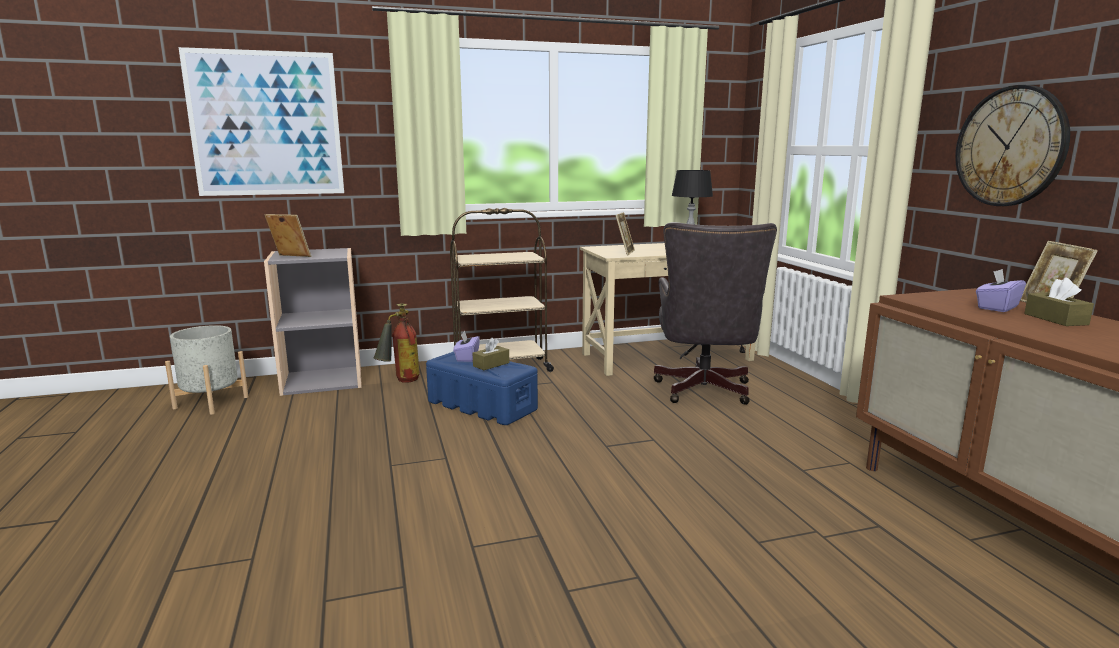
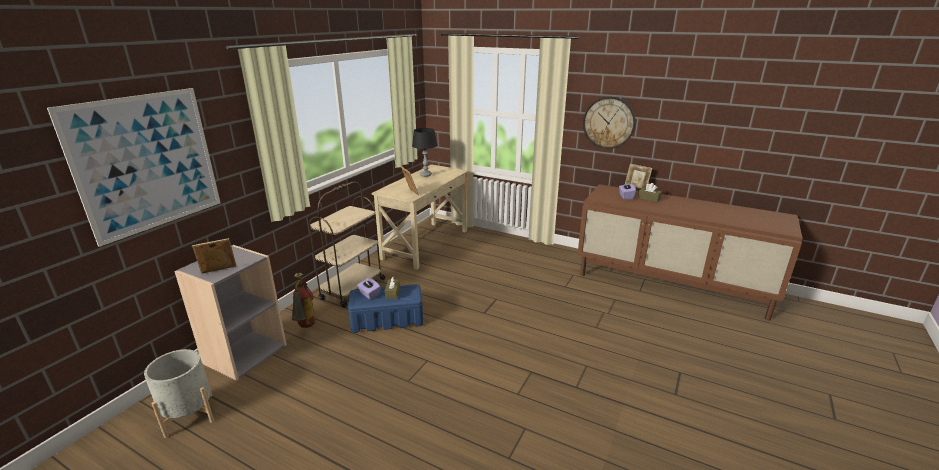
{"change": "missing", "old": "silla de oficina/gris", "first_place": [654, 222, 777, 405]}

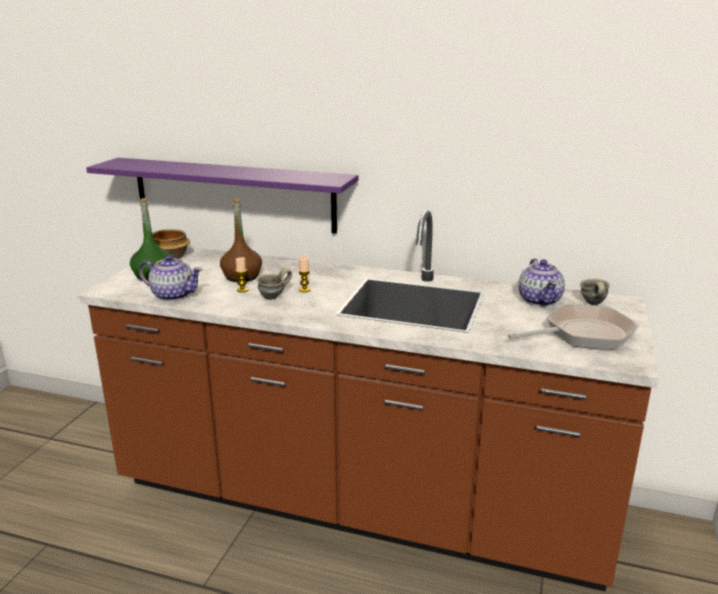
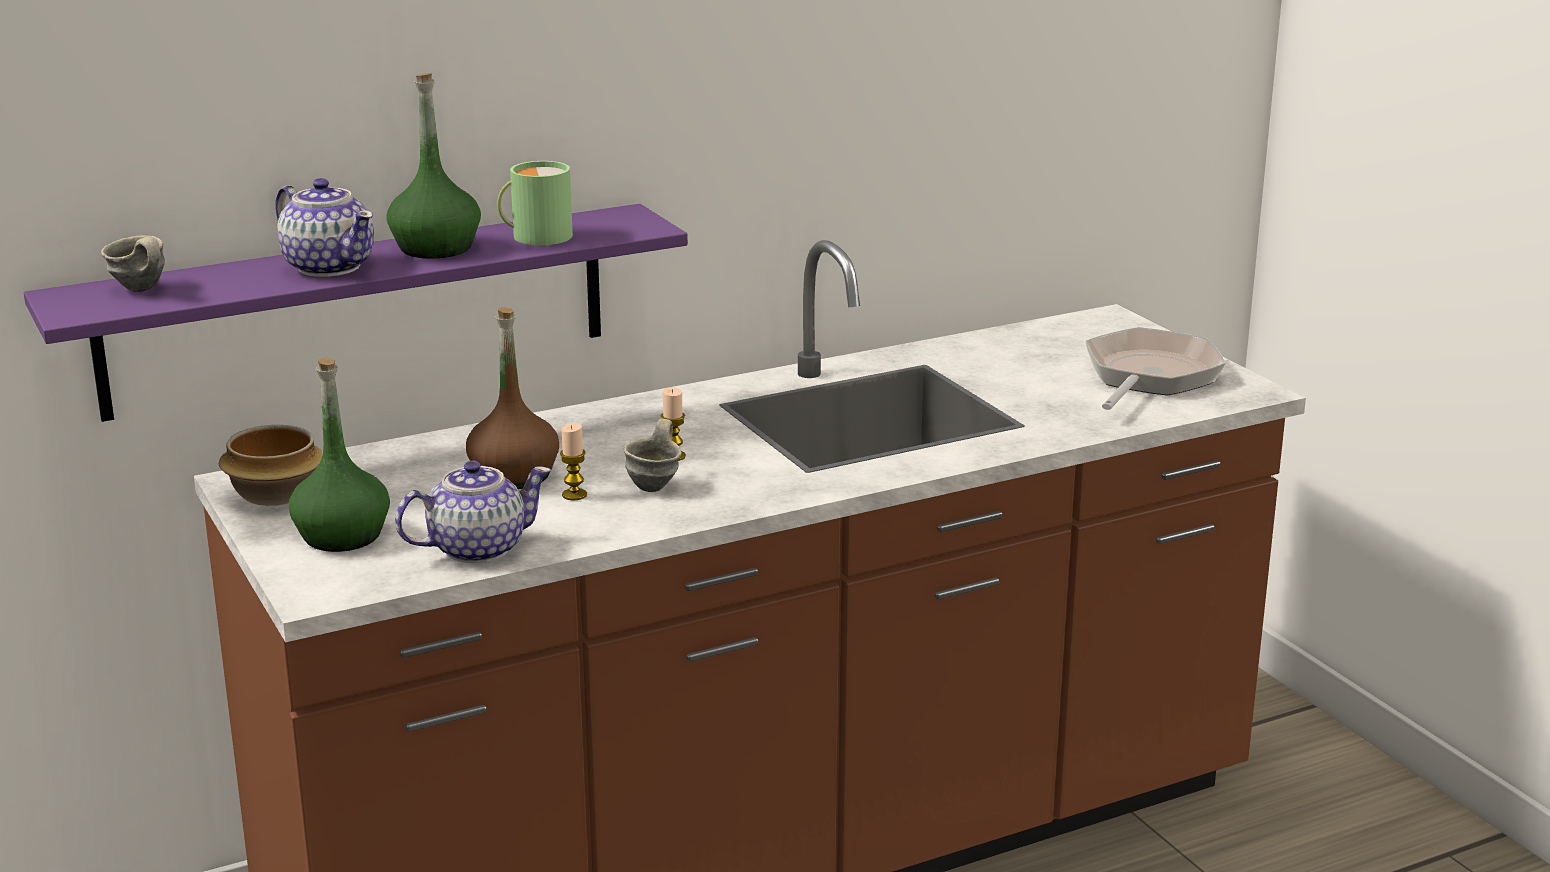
{"change": "relocated", "old": "tetera", "first_place": [518, 258, 565, 306], "second_place": [275, 178, 374, 277]}
{"change": "relocated", "old": "taza grande/gris", "first_place": [580, 279, 610, 305], "second_place": [101, 235, 165, 292]}
{"change": "appeared", "new": "botella/verde", "second_place": [386, 73, 481, 259]}
{"change": "appeared", "new": "taza grande/verde", "second_place": [497, 161, 573, 245]}

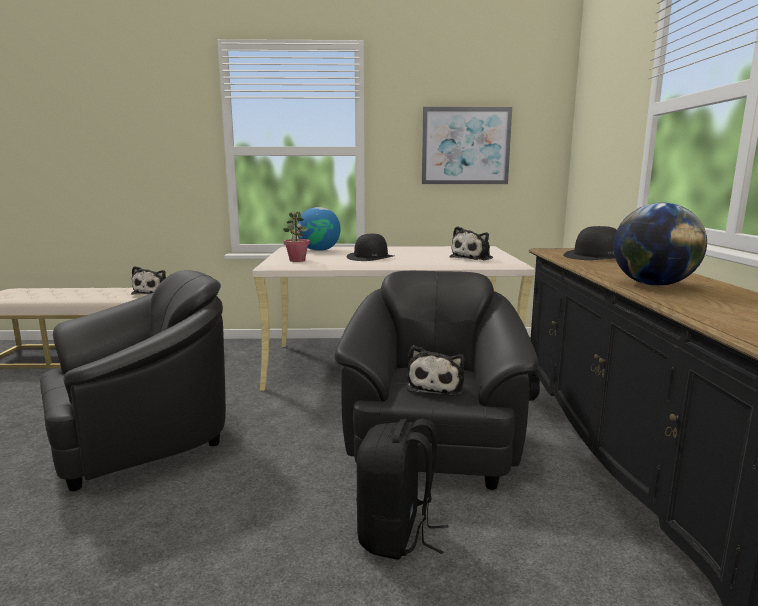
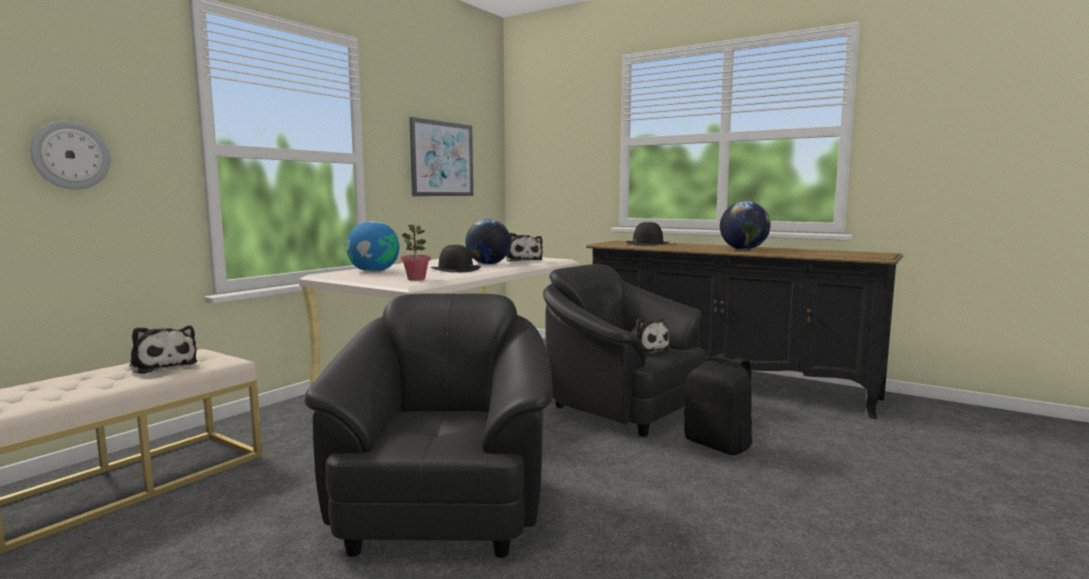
{"change": "appeared", "new": "reloj de pared", "second_place": [30, 121, 110, 190]}
{"change": "appeared", "new": "globo terráqueo", "second_place": [465, 219, 511, 264]}

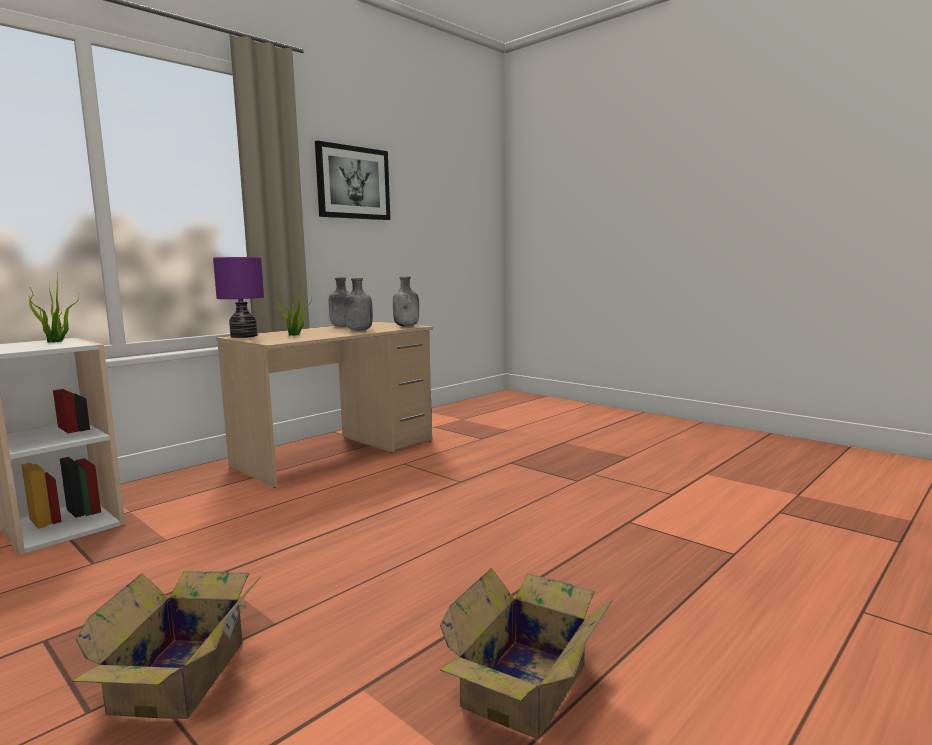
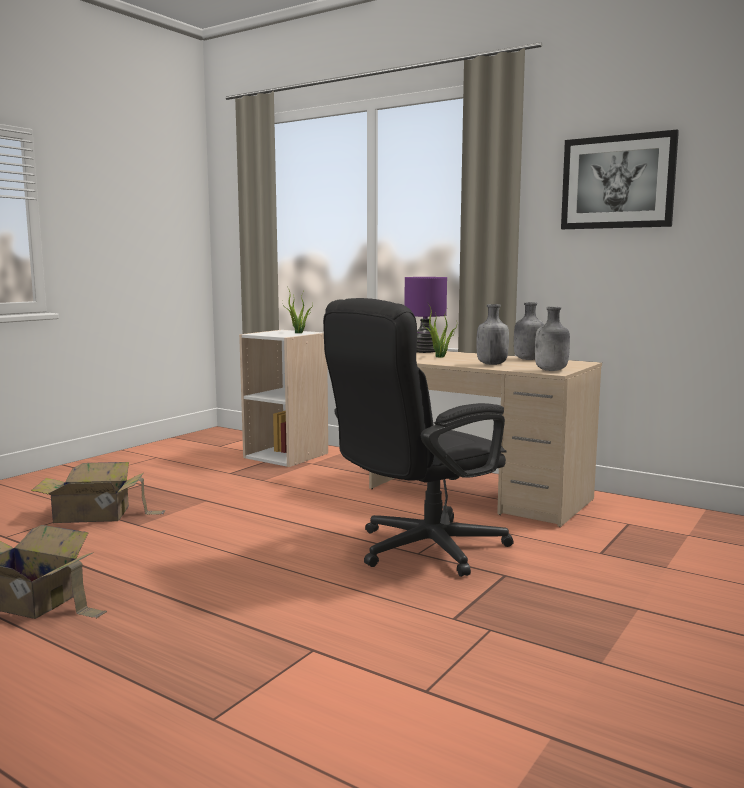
{"change": "appeared", "new": "silla de oficina/negro", "second_place": [323, 298, 514, 577]}

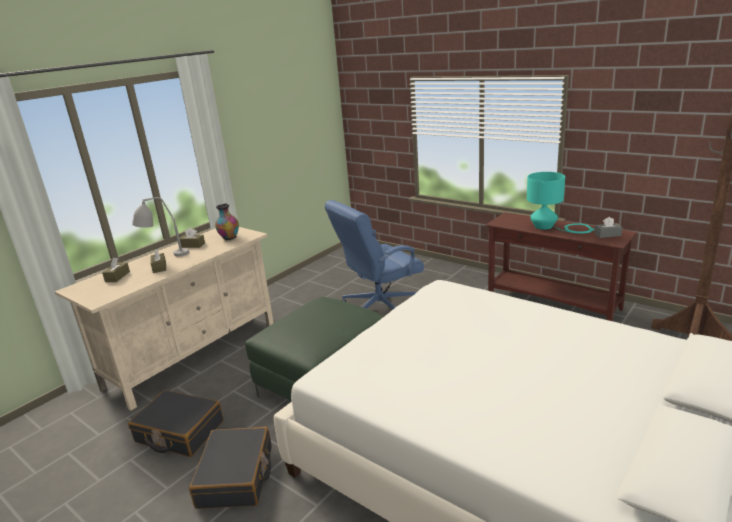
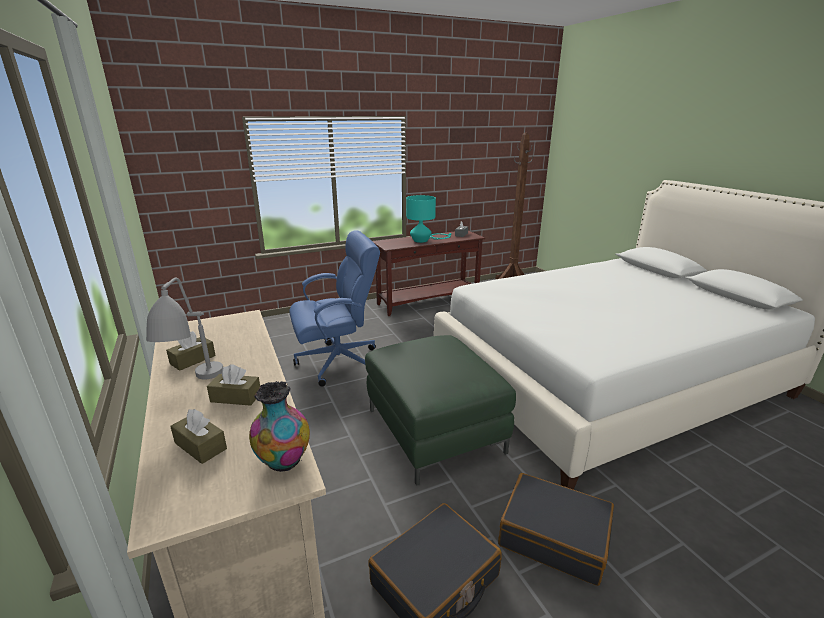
{"change": "relocated", "old": "florero", "first_place": [215, 204, 239, 240], "second_place": [249, 381, 310, 472]}
{"change": "spun", "old": "silla de oficina/azul", "first_place": [325, 200, 424, 310], "second_place": [289, 230, 380, 387], "degrees": -105}

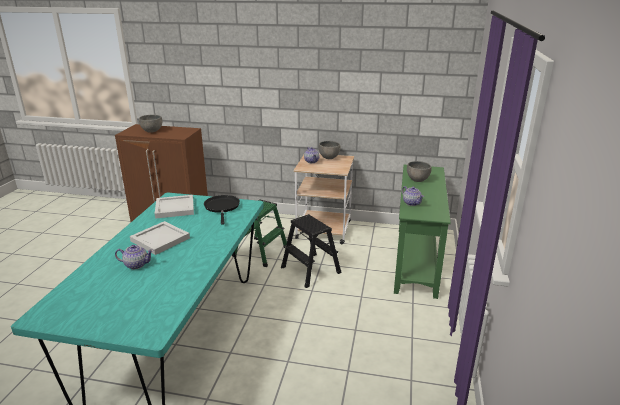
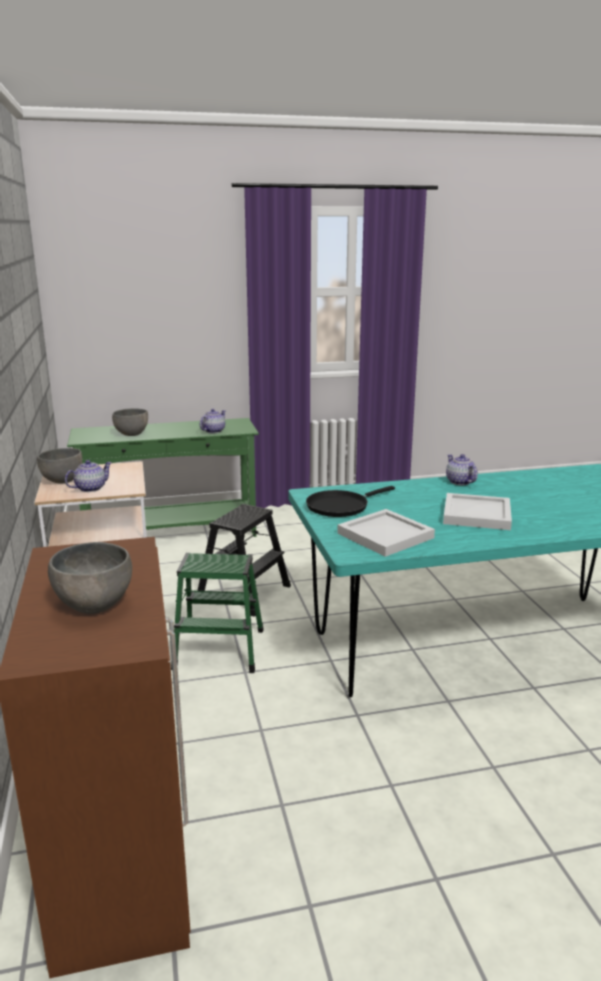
{"change": "relocated", "old": "tetera", "first_place": [115, 245, 154, 269], "second_place": [446, 454, 478, 485]}

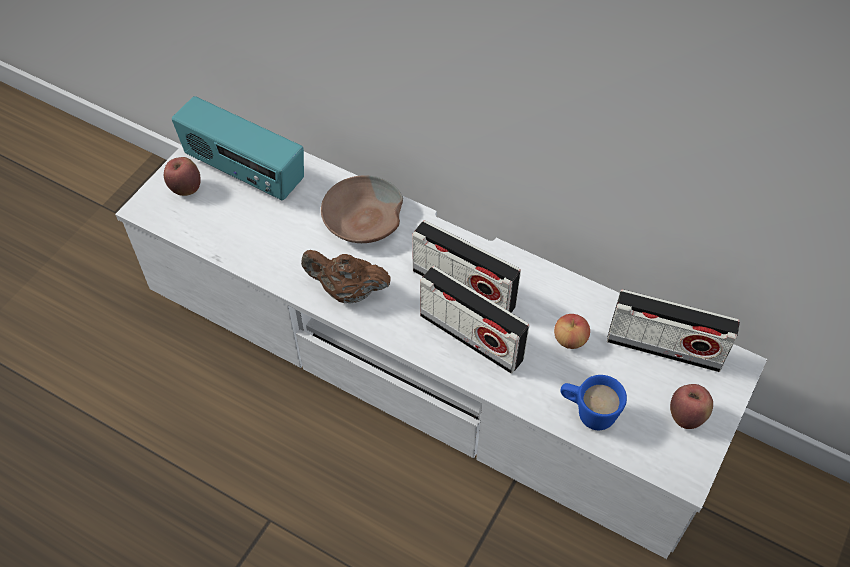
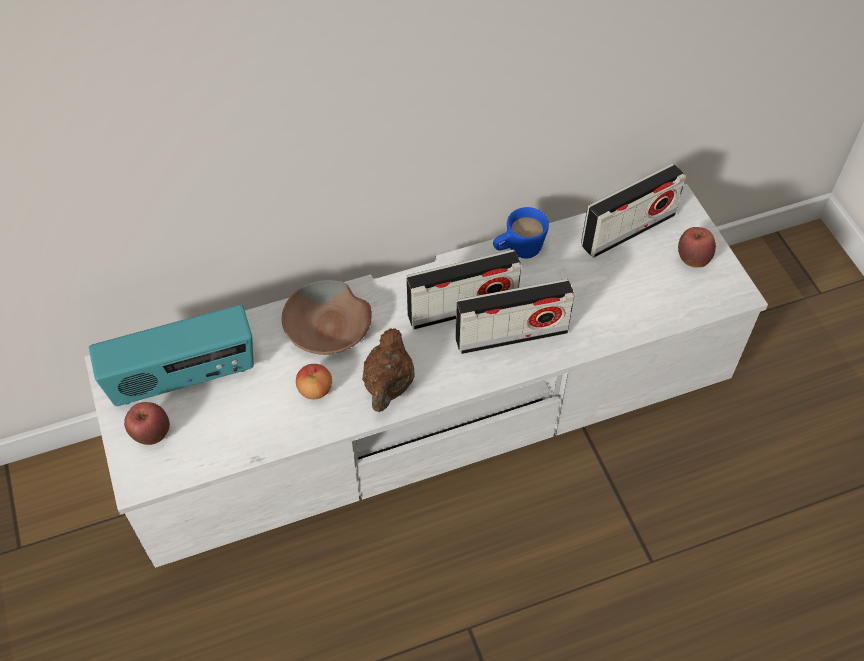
{"change": "spun", "old": "tetera/marrón", "first_place": [301, 250, 391, 304], "second_place": [362, 328, 415, 412], "degrees": -45}
{"change": "relocated", "old": "manzana", "first_place": [554, 314, 590, 349], "second_place": [296, 364, 332, 399]}
{"change": "relocated", "old": "taza grande/azul", "first_place": [560, 375, 627, 430], "second_place": [493, 207, 549, 258]}

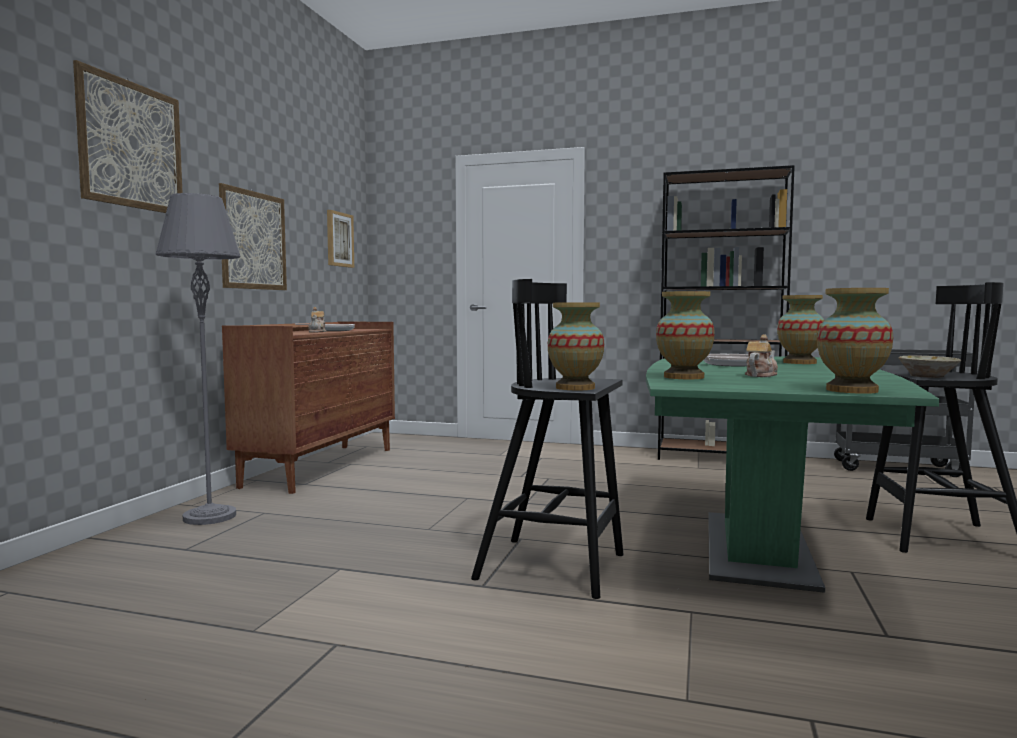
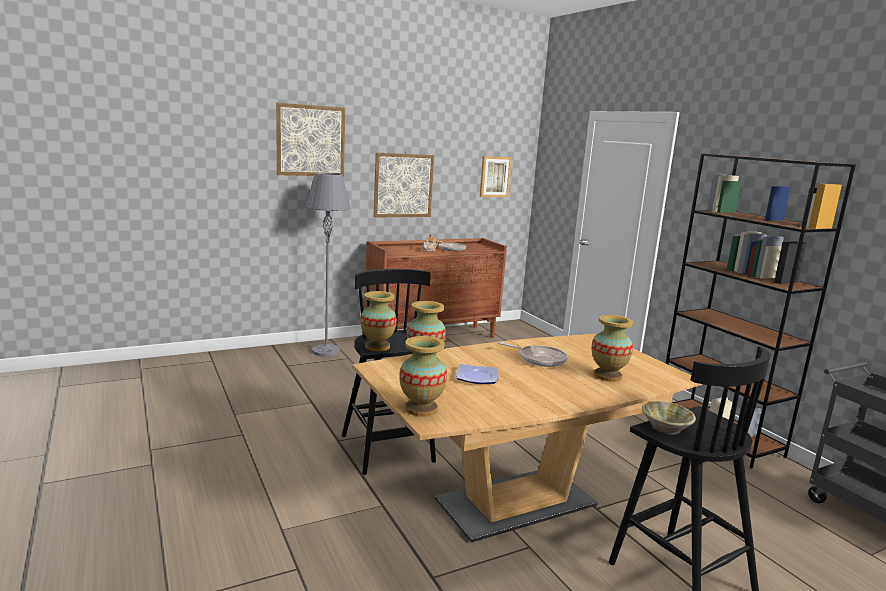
{"change": "colour", "old": "mesa de comedor/verde", "new": "mesa de comedor/marrón", "first_place": [646, 356, 939, 593], "second_place": [353, 333, 702, 543]}
{"change": "exchanged", "old": "tetera", "new": "plato", "first_place": [745, 334, 778, 377], "second_place": [456, 364, 499, 384]}

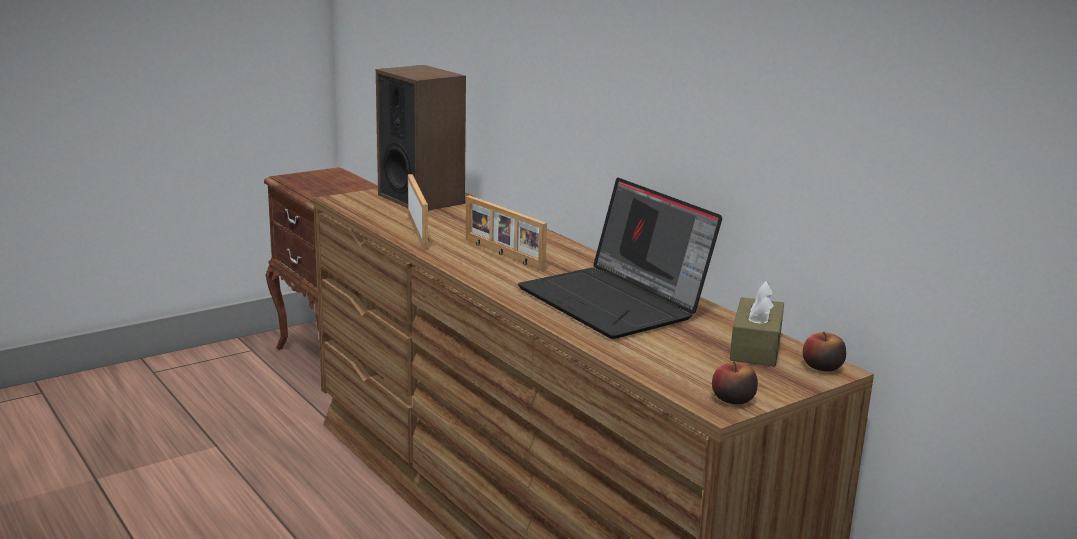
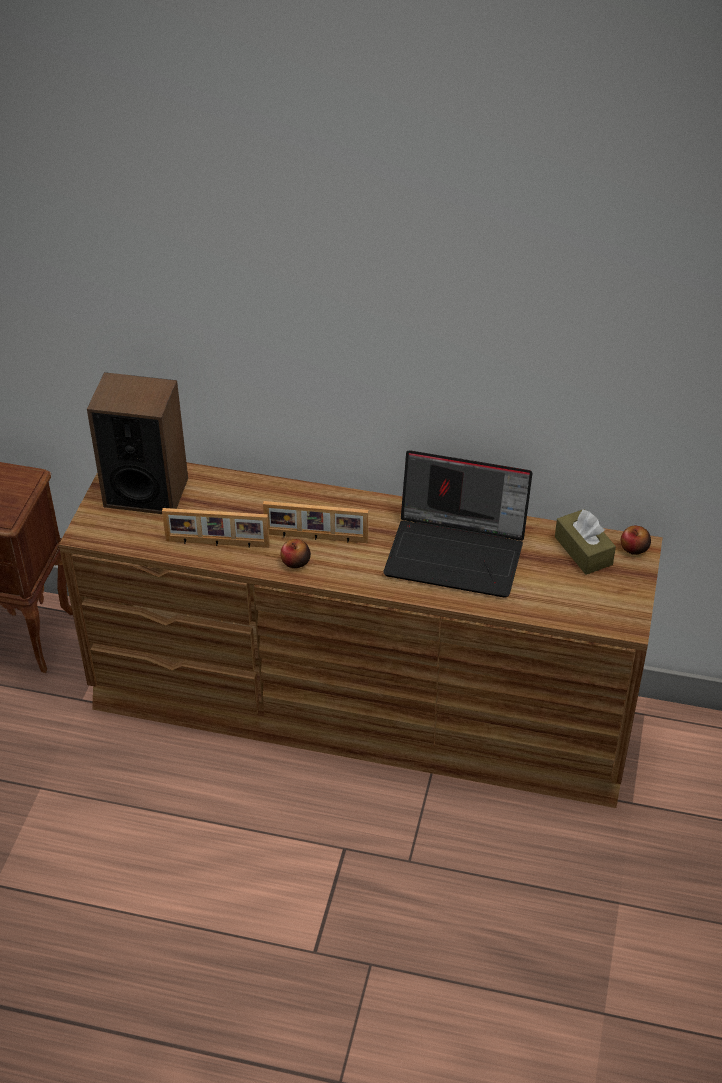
{"change": "spun", "old": "portarretratos", "first_place": [408, 174, 429, 250], "second_place": [162, 508, 270, 548], "degrees": 150}
{"change": "relocated", "old": "manzana", "first_place": [712, 361, 758, 404], "second_place": [281, 539, 311, 568]}

